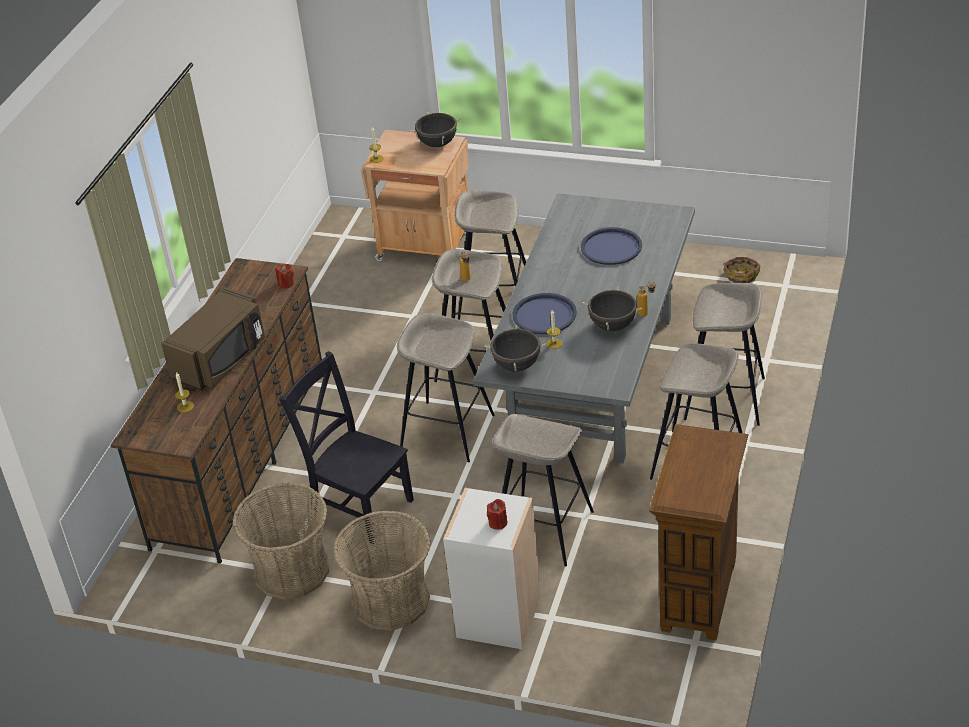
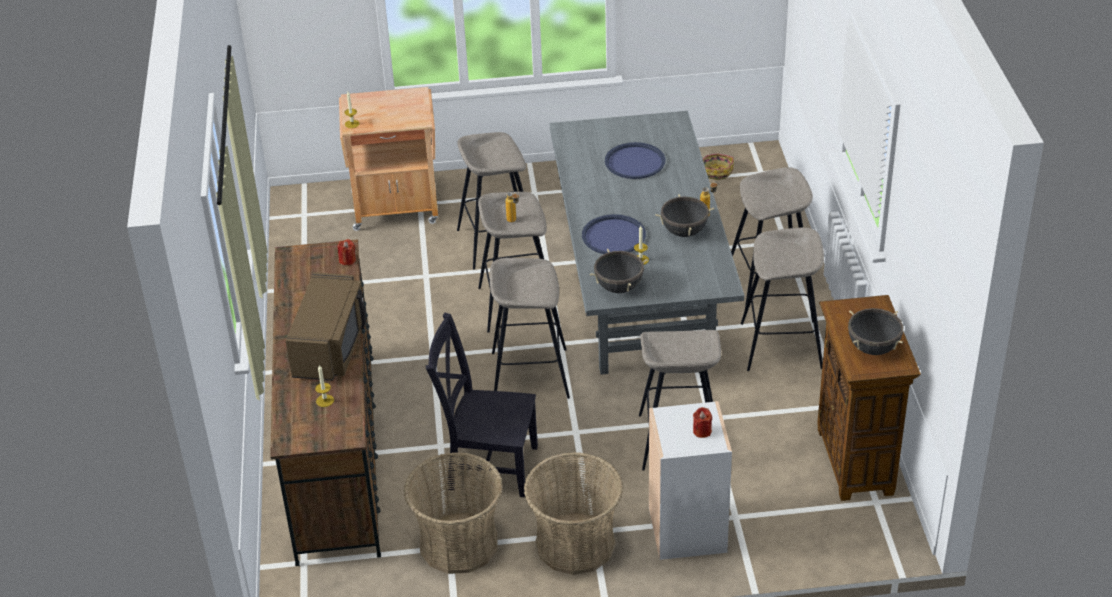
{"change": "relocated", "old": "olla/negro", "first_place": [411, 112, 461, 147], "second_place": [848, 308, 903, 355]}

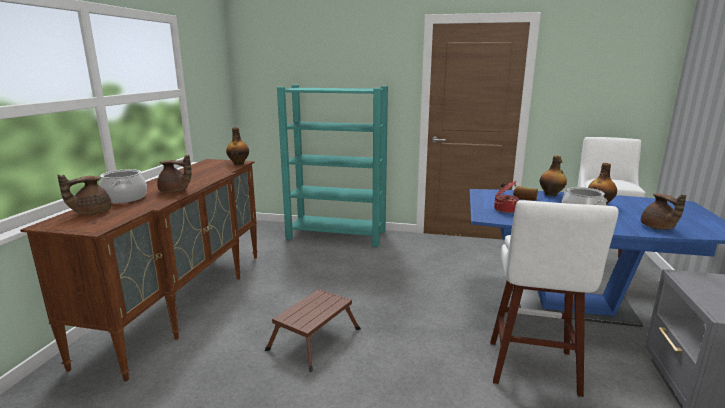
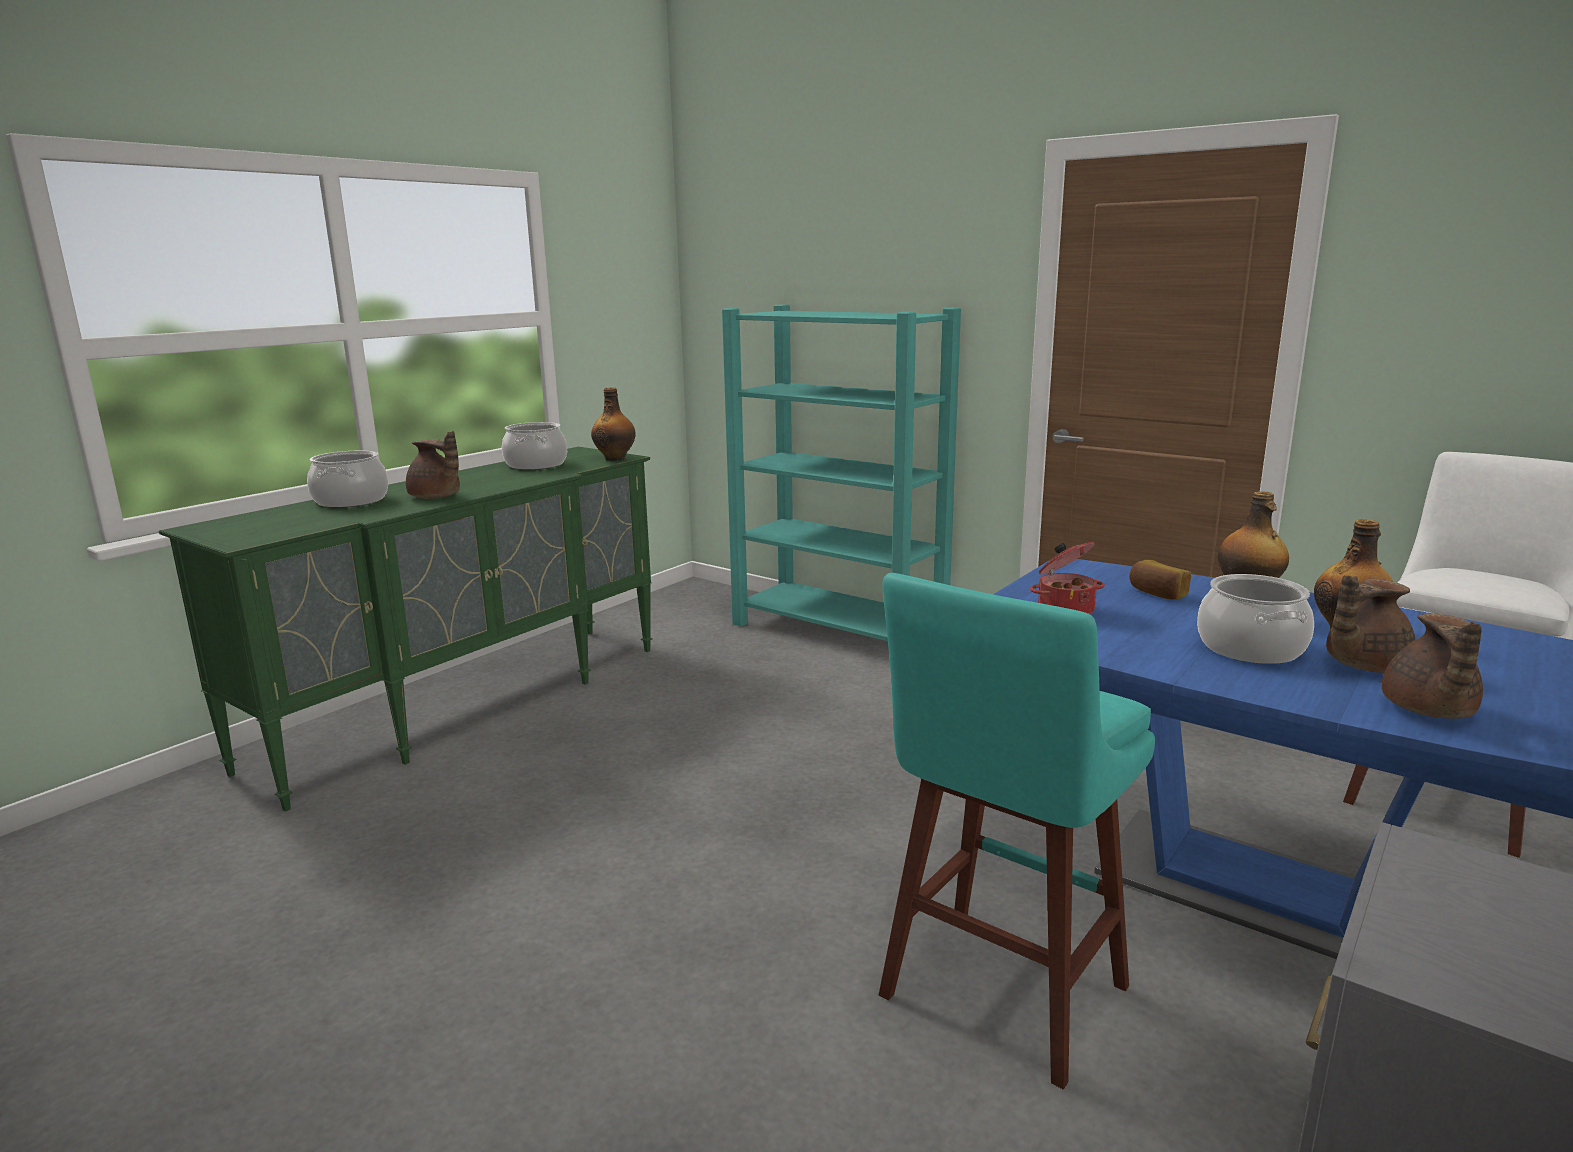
{"change": "colour", "old": "armario/marrón", "new": "armario/verde", "first_place": [20, 159, 258, 381], "second_place": [159, 447, 653, 811]}
{"change": "relocated", "old": "tetera/marrón", "first_place": [57, 175, 111, 215], "second_place": [1326, 575, 1415, 673]}
{"change": "missing", "old": "escalera de tijera/marrón", "first_place": [265, 289, 361, 372]}
{"change": "colour", "old": "taburete/blanco", "new": "taburete/turquesa", "first_place": [490, 200, 619, 397], "second_place": [879, 573, 1155, 1090]}
{"change": "appeared", "new": "olla", "second_place": [502, 422, 567, 470]}

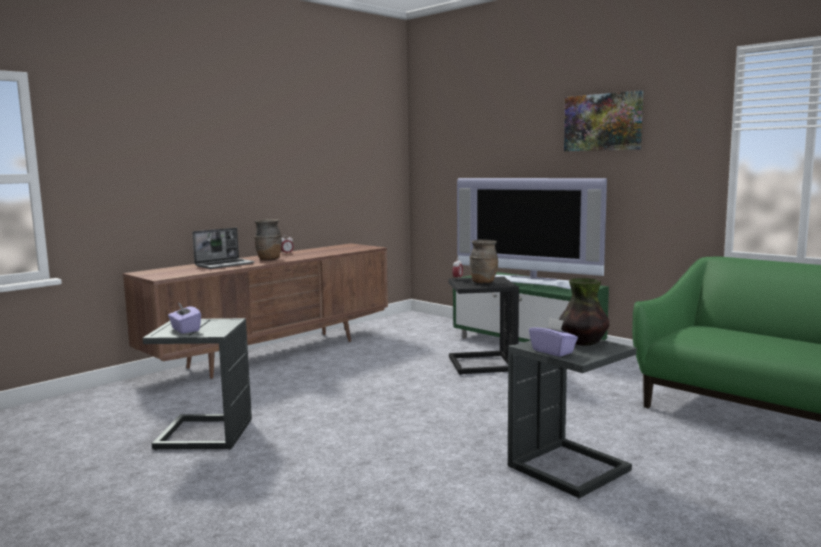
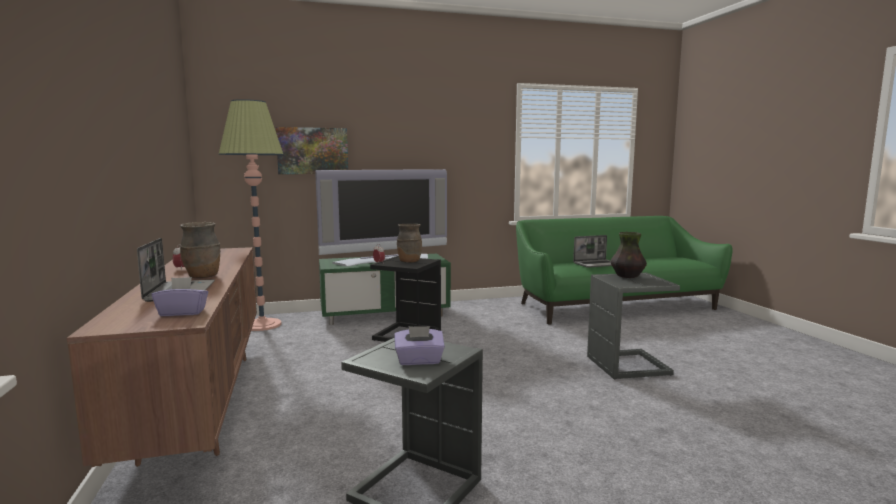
{"change": "relocated", "old": "caja de pañuelos/morado", "first_place": [529, 318, 578, 357], "second_place": [152, 277, 209, 316]}
{"change": "relocated", "old": "cuadro", "first_place": [564, 90, 643, 151], "second_place": [276, 127, 348, 174]}
{"change": "appeared", "new": "lámpara de pie", "second_place": [219, 99, 284, 331]}
{"change": "appeared", "new": "portátil", "second_place": [573, 235, 612, 268]}

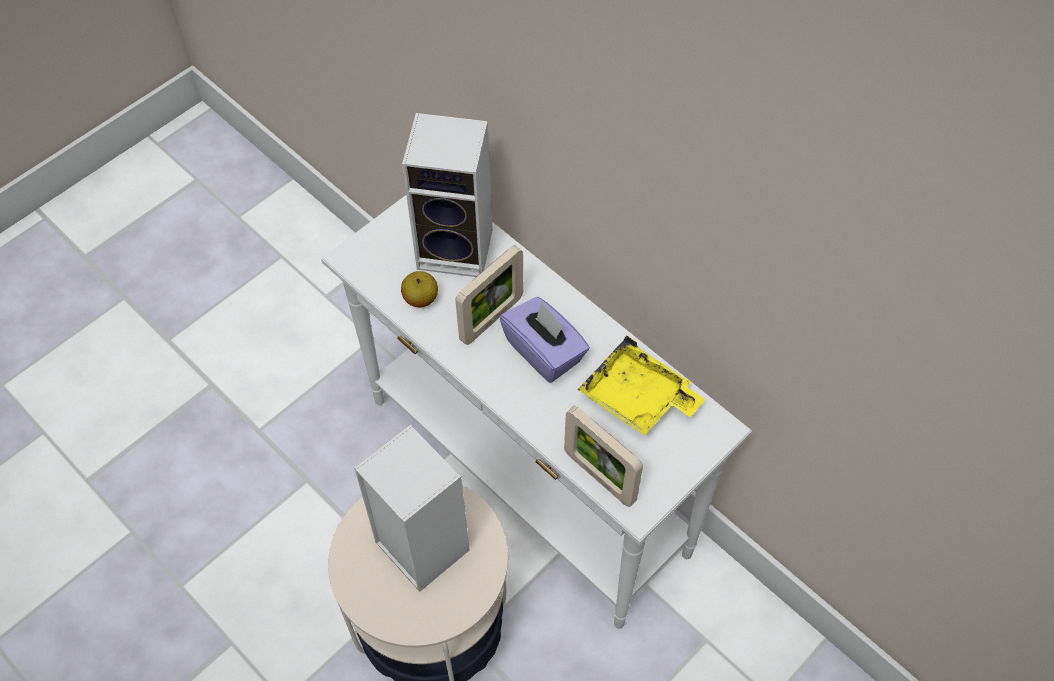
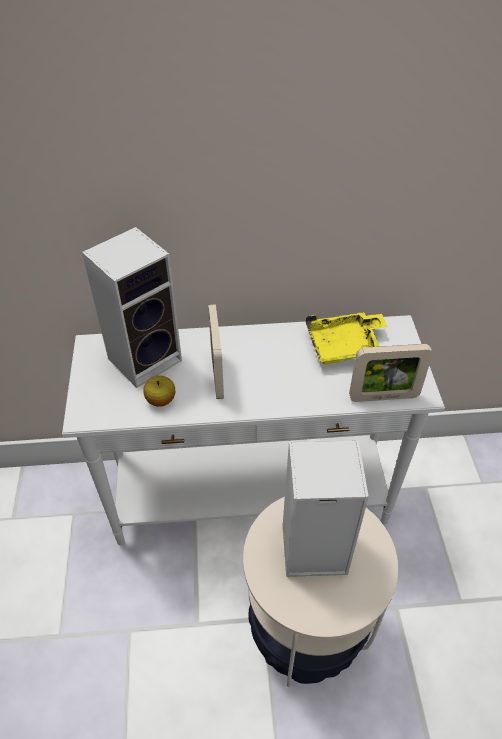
{"change": "missing", "old": "caja de pañuelos/morado", "first_place": [500, 297, 590, 383]}

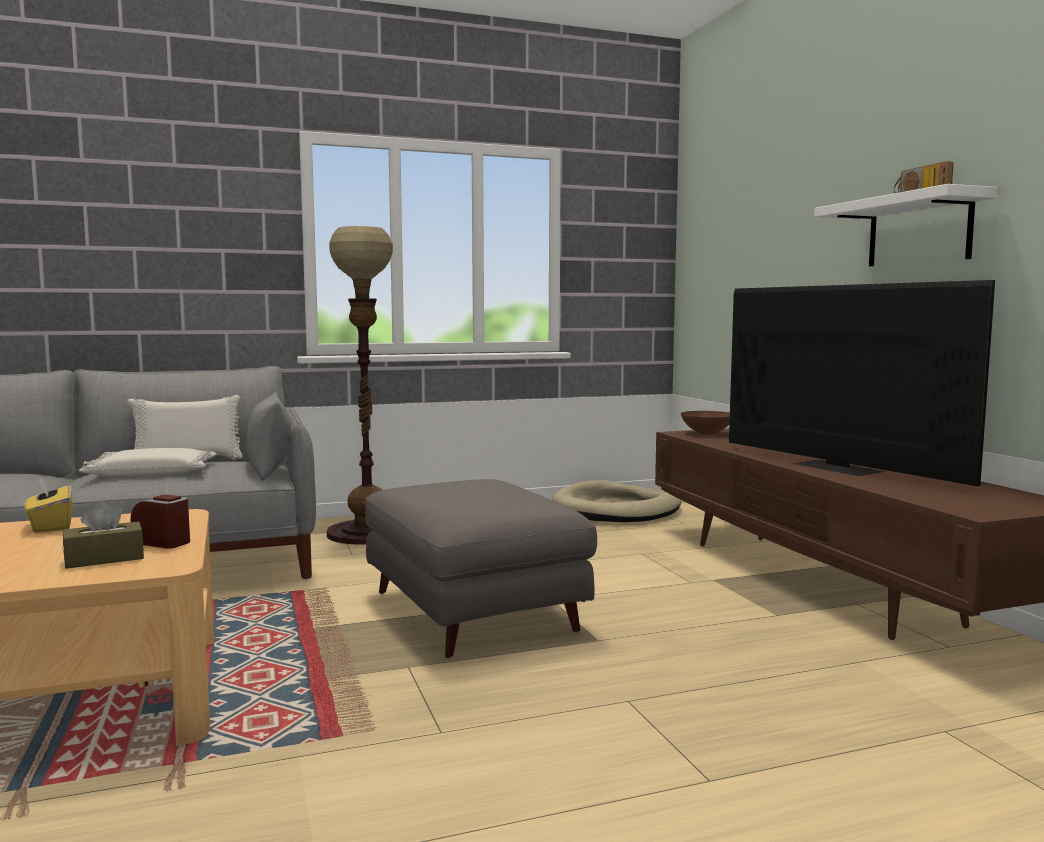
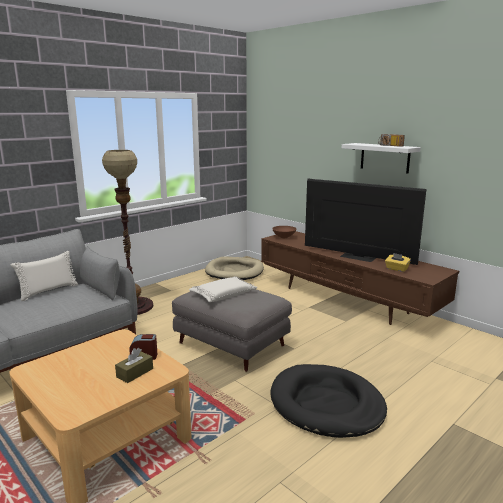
{"change": "relocated", "old": "caja de pañuelos/amarillo", "first_place": [25, 477, 72, 533], "second_place": [385, 253, 411, 272]}
{"change": "relocated", "old": "cojín/blanco", "first_place": [79, 448, 217, 476], "second_place": [189, 276, 257, 302]}
{"change": "appeared", "new": "cama para perro/negro", "second_place": [270, 364, 387, 438]}

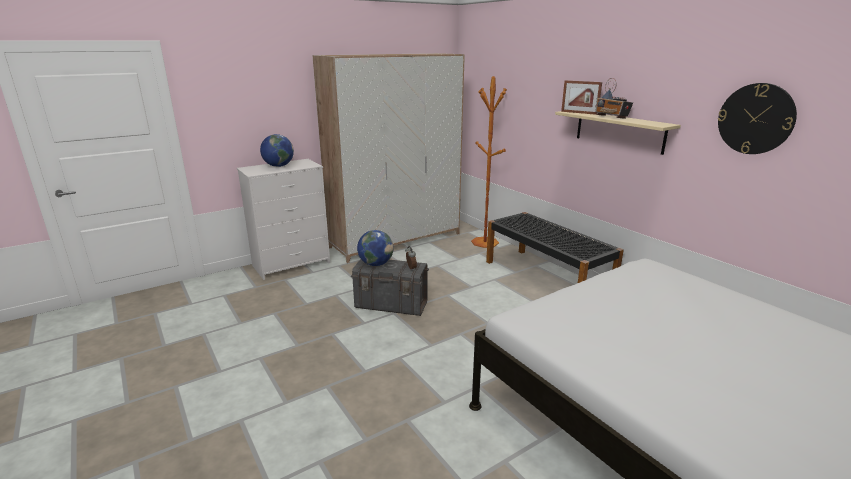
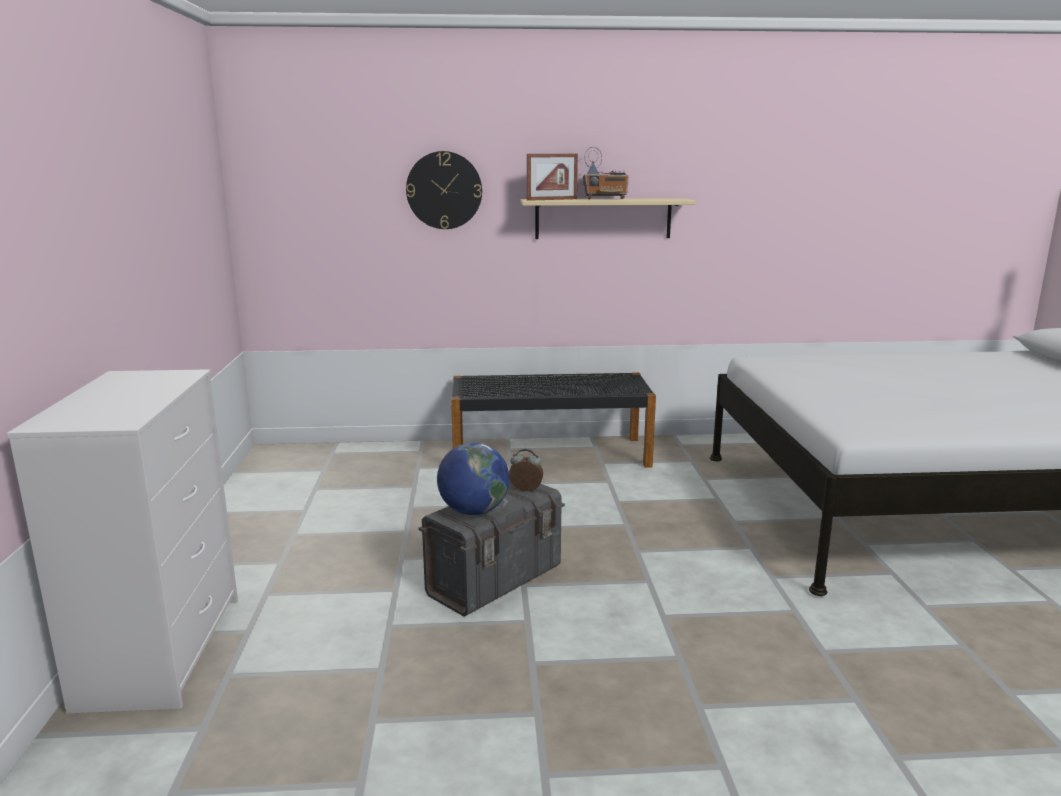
{"change": "missing", "old": "globo terráqueo", "first_place": [260, 134, 294, 167]}
{"change": "missing", "old": "armario ropero/blanco", "first_place": [312, 53, 465, 263]}
{"change": "missing", "old": "perchero/naranja", "first_place": [471, 76, 507, 248]}
{"change": "relocated", "old": "reloj de pared", "first_place": [718, 83, 797, 154], "second_place": [406, 151, 482, 229]}

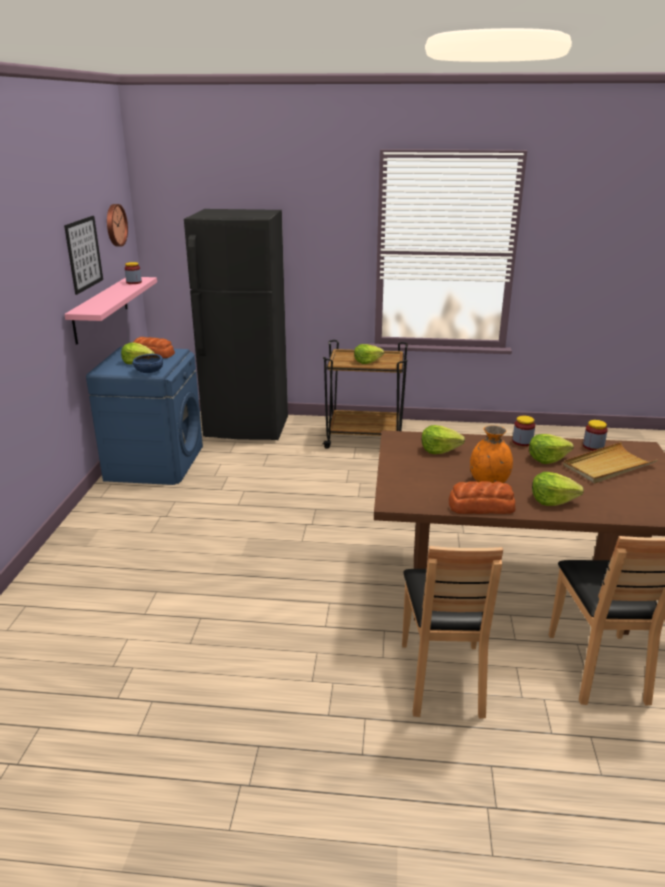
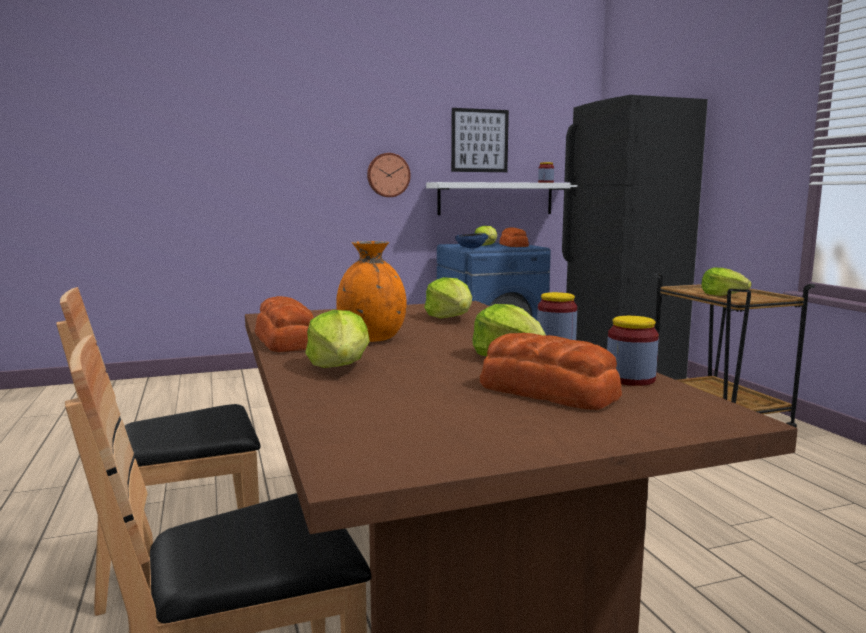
{"change": "colour", "old": "estante/rosa", "new": "estante/blanco", "first_place": [65, 277, 157, 345], "second_place": [426, 182, 577, 215]}
{"change": "relocated", "old": "reloj de pared", "first_place": [107, 204, 128, 247], "second_place": [367, 153, 411, 197]}
{"change": "exchanged", "old": "bandeja/beis", "new": "pan", "first_place": [563, 442, 657, 483], "second_place": [480, 333, 622, 410]}

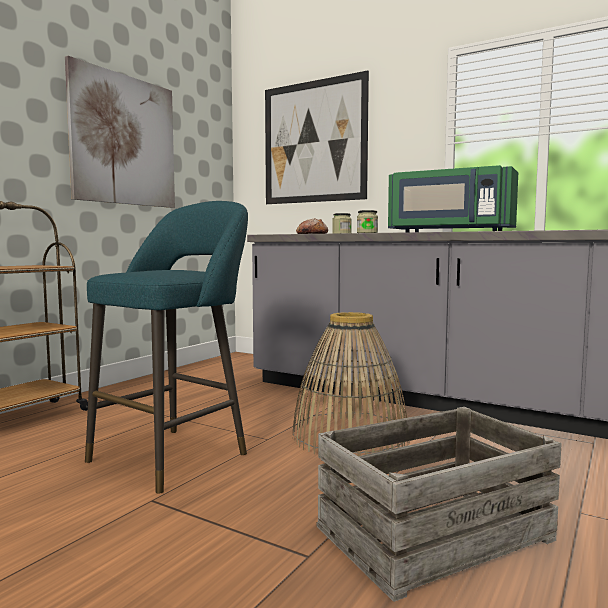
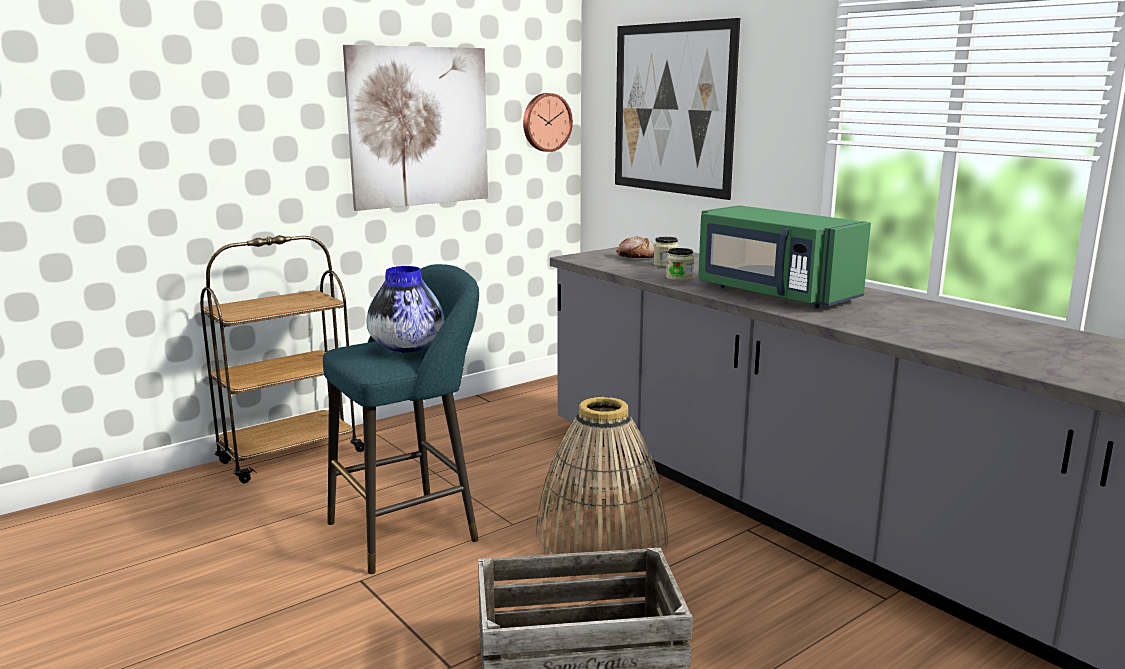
{"change": "appeared", "new": "florero", "second_place": [366, 266, 444, 353]}
{"change": "appeared", "new": "reloj de pared", "second_place": [523, 93, 573, 152]}

